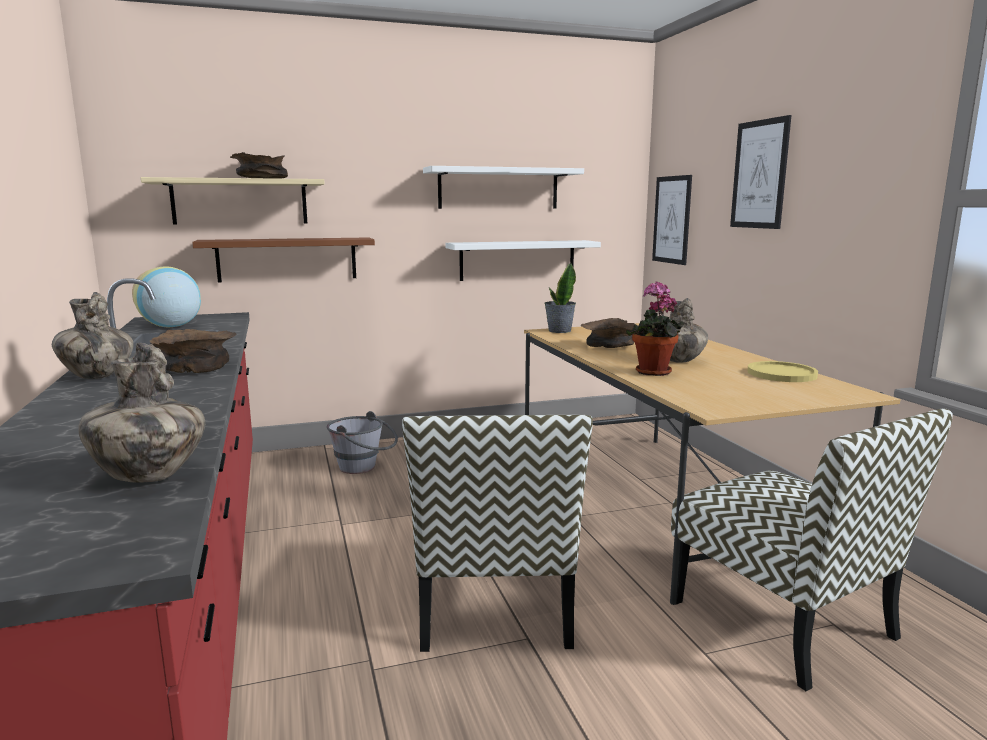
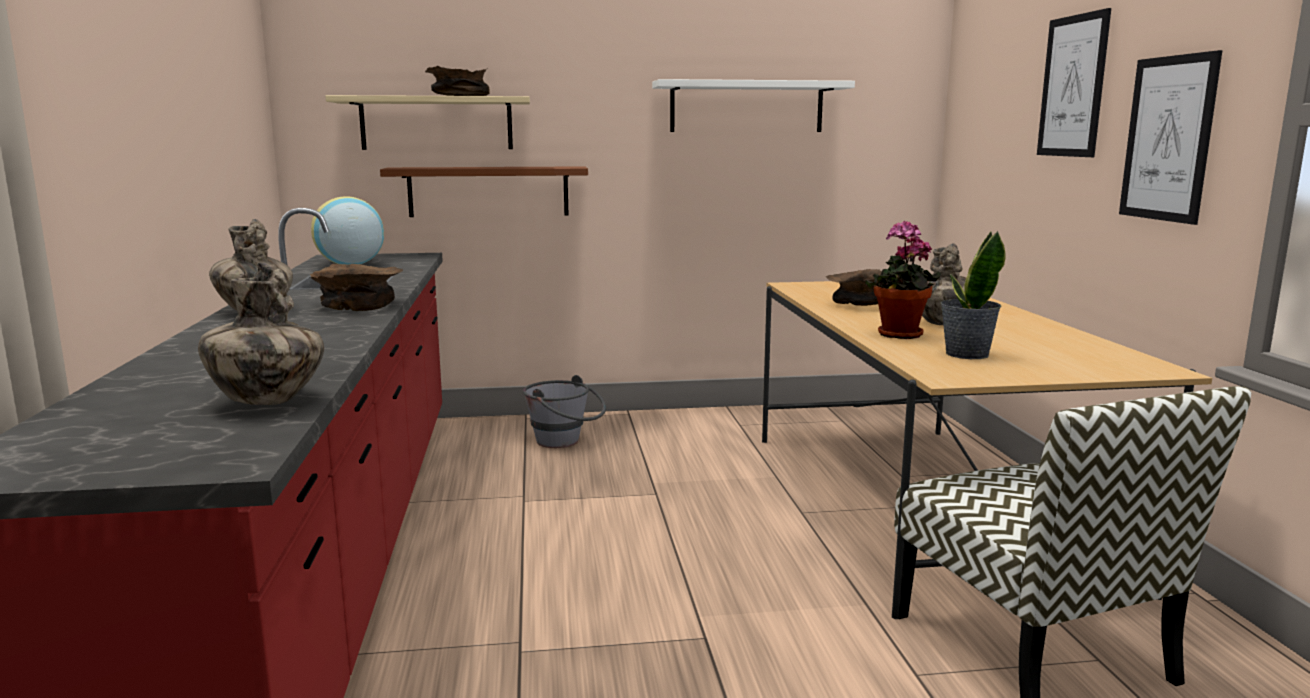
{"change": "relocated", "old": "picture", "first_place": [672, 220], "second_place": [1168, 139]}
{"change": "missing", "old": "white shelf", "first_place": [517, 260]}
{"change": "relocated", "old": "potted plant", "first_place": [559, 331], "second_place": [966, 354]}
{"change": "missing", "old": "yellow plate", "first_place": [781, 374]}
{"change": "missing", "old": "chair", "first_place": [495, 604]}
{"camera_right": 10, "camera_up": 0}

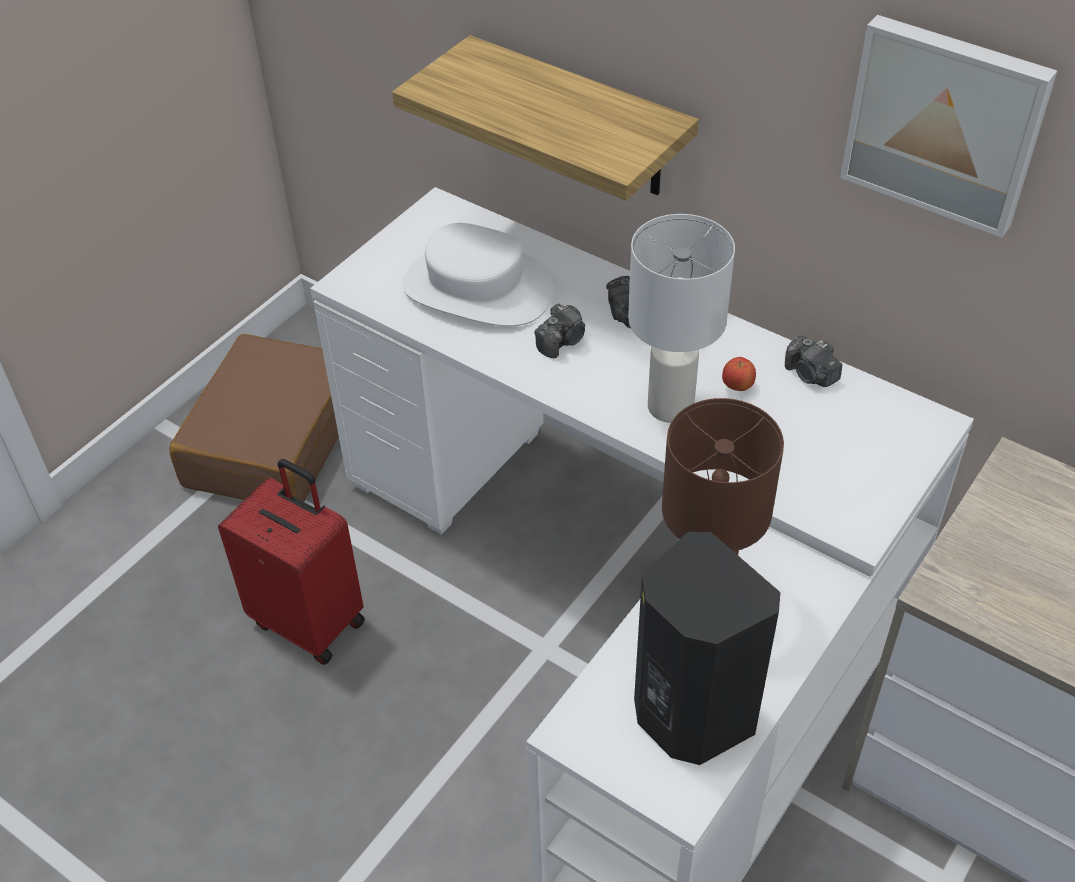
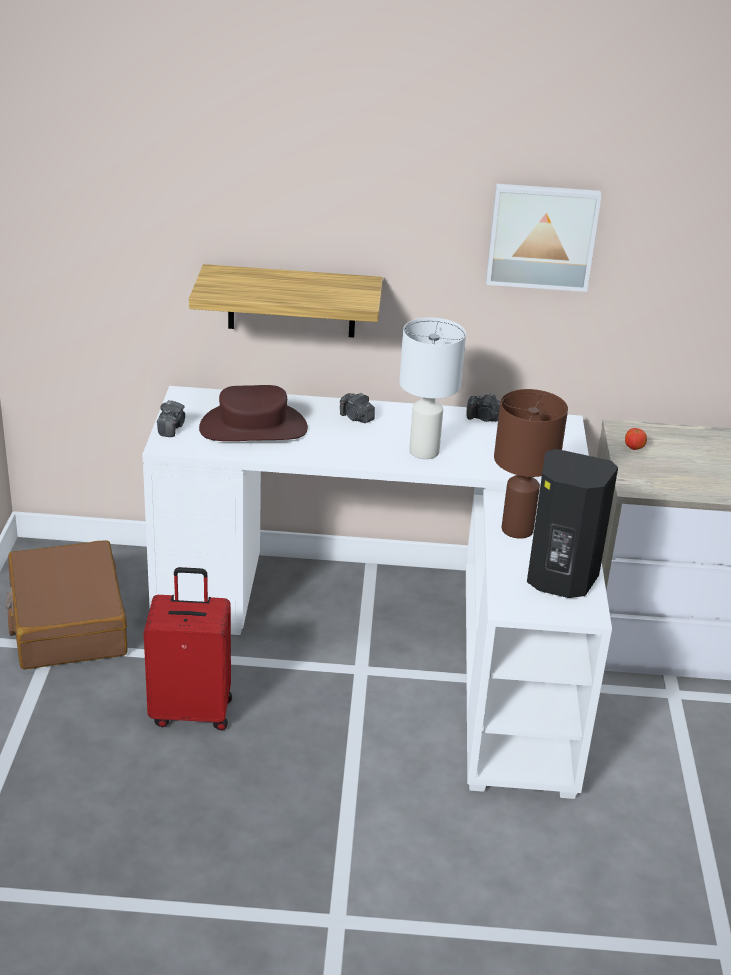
{"change": "colour", "old": "white hat", "new": "brown hat", "first_place": [477, 289], "second_place": [253, 428]}
{"change": "relocated", "old": "photo camera", "first_place": [562, 341], "second_place": [171, 428]}
{"change": "relocated", "old": "apple", "first_place": [737, 386], "second_place": [634, 448]}
{"camera_right": -35, "camera_up": -15}

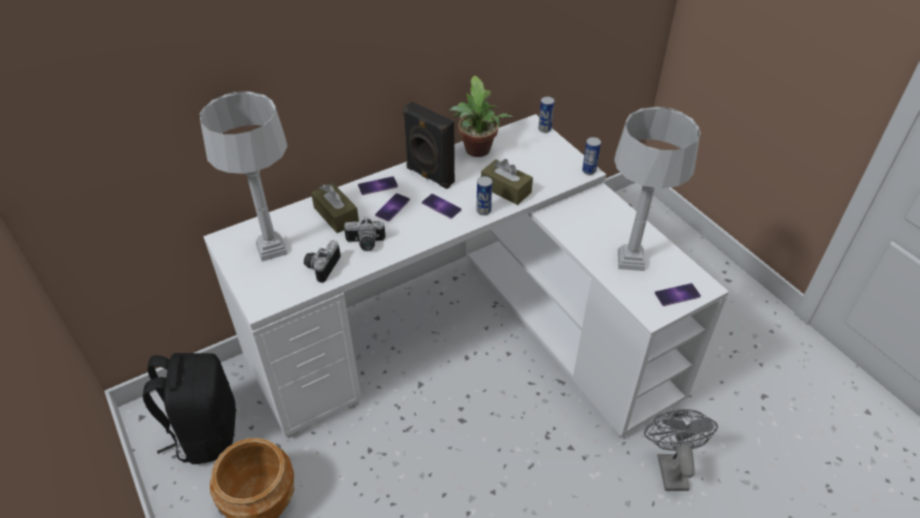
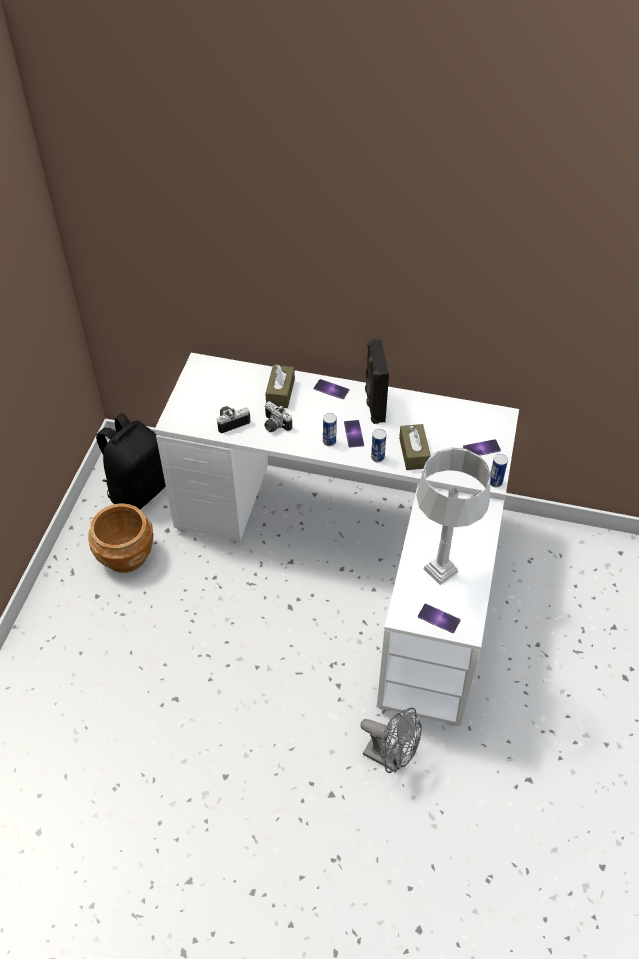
{"change": "missing", "old": "potted plant", "first_place": [478, 152]}
{"change": "missing", "old": "grey table lamp", "first_place": [272, 249]}
{"change": "relocated", "old": "can", "first_place": [544, 129], "second_place": [329, 441]}
{"change": "relocated", "old": "phone", "first_place": [392, 207], "second_place": [481, 448]}
{"change": "spun", "old": "grey fan", "first_place": [670, 466], "second_place": [390, 757], "degrees": 75}
{"camera_right": 45, "camera_up": 5}

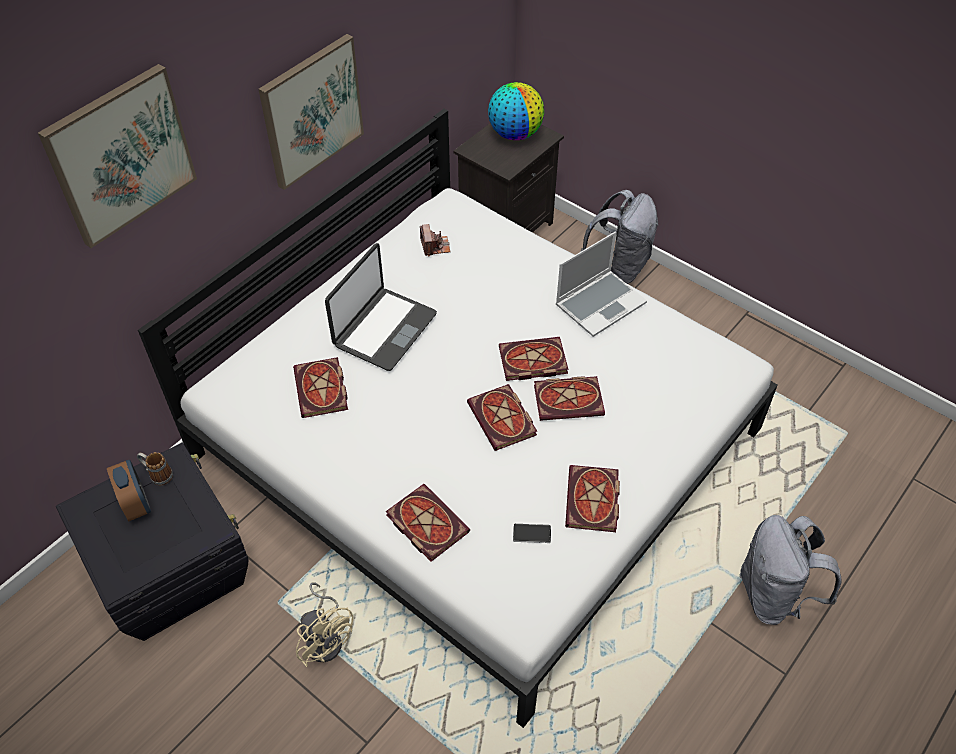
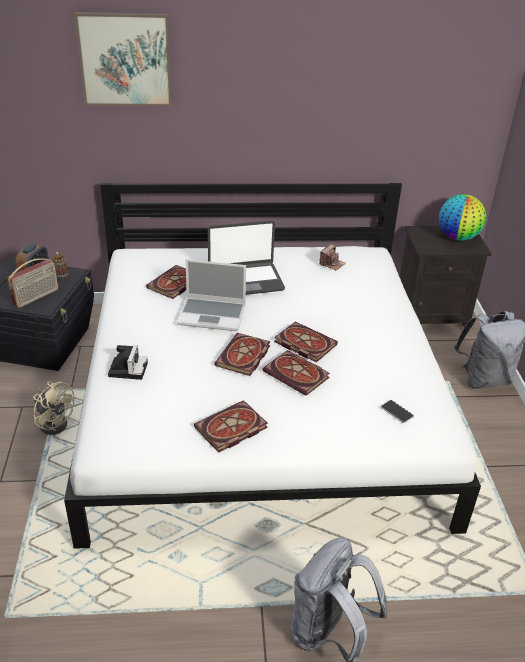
{"change": "missing", "old": "picture", "first_place": [311, 111]}
{"change": "relocated", "old": "laptop", "first_place": [600, 303], "second_place": [213, 315]}
{"change": "exchanged", "old": "book", "new": "photo camera", "first_place": [425, 523], "second_place": [128, 368]}
{"change": "relocated", "old": "phone", "first_place": [531, 534], "second_place": [397, 412]}
{"change": "spun", "old": "beige fan", "first_place": [326, 638], "second_place": [55, 422], "degrees": -60}
{"change": "appeared", "new": "radio", "second_place": [36, 297]}
{"camera_right": 45, "camera_up": -15}

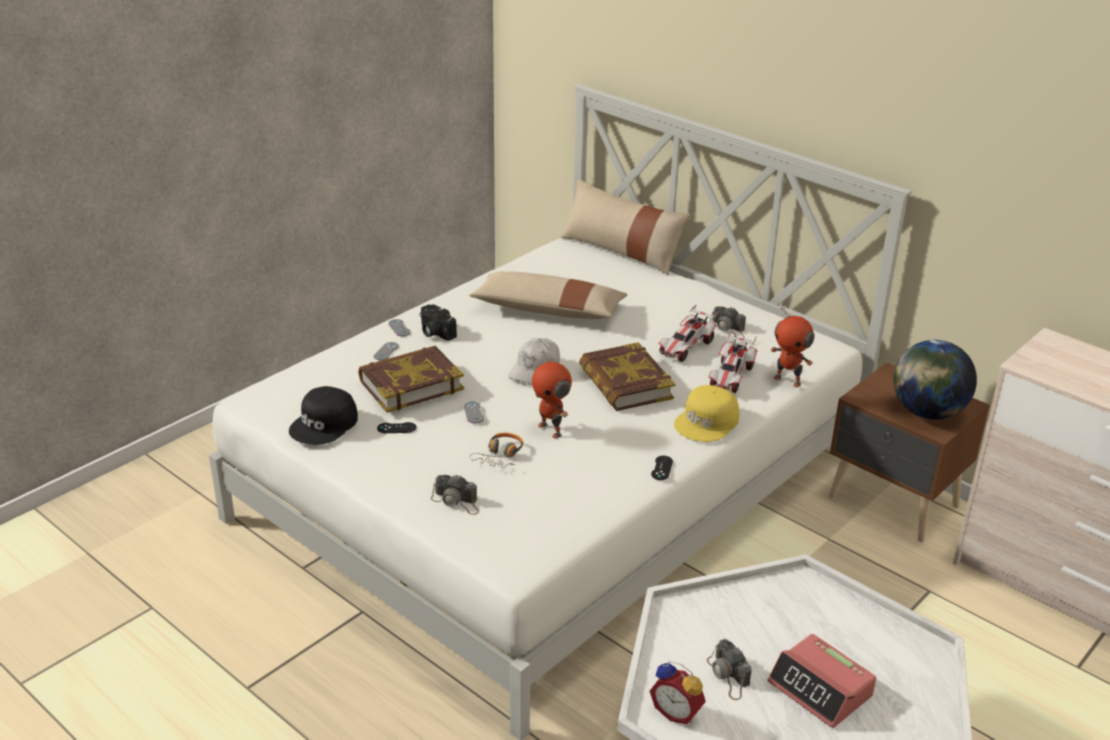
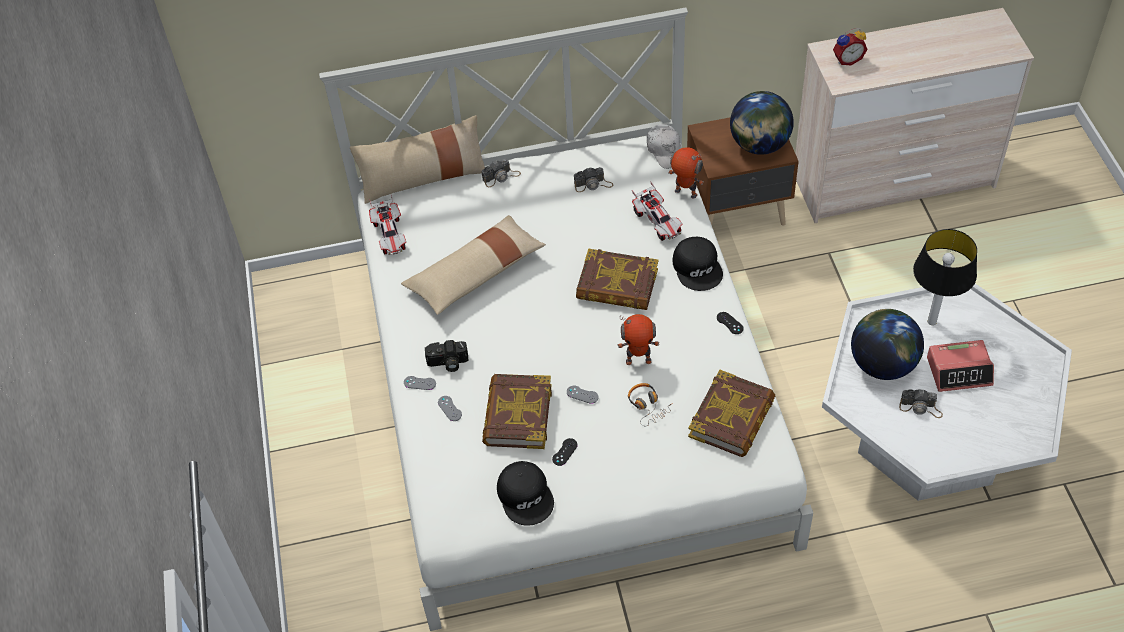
{"change": "relocated", "old": "toy car", "first_place": [686, 348], "second_place": [390, 235]}
{"change": "spun", "old": "toy robot", "first_place": [788, 380], "second_place": [685, 193], "degrees": -135}
{"change": "relocated", "old": "white cap", "first_place": [535, 369], "second_place": [666, 151]}
{"change": "colour", "old": "yellow cap", "new": "black cap", "first_place": [707, 422], "second_place": [698, 267]}
{"change": "relocated", "old": "photo camera", "first_place": [456, 502], "second_place": [501, 177]}
{"change": "relocated", "old": "alarm clock", "first_place": [677, 712], "second_place": [847, 59]}
{"change": "appeared", "new": "table lamp", "second_place": [931, 322]}
{"change": "appeared", "new": "globe", "second_place": [882, 364]}
{"change": "appeared", "new": "book", "second_place": [732, 418]}
{"camera_right": -50, "camera_up": 20}

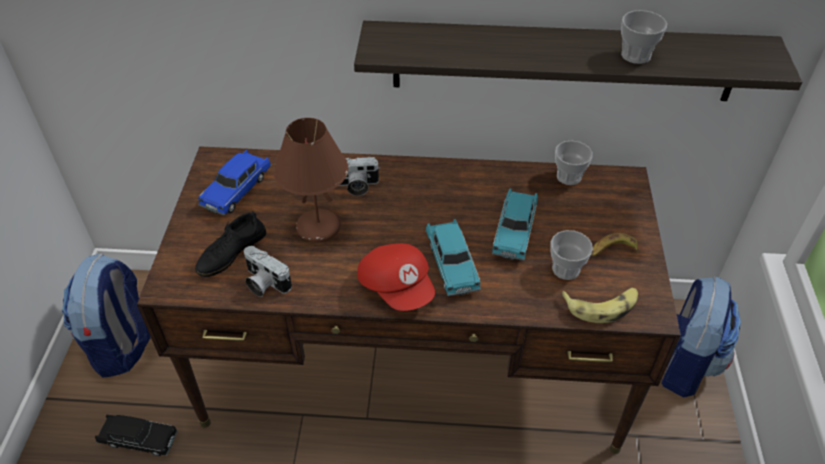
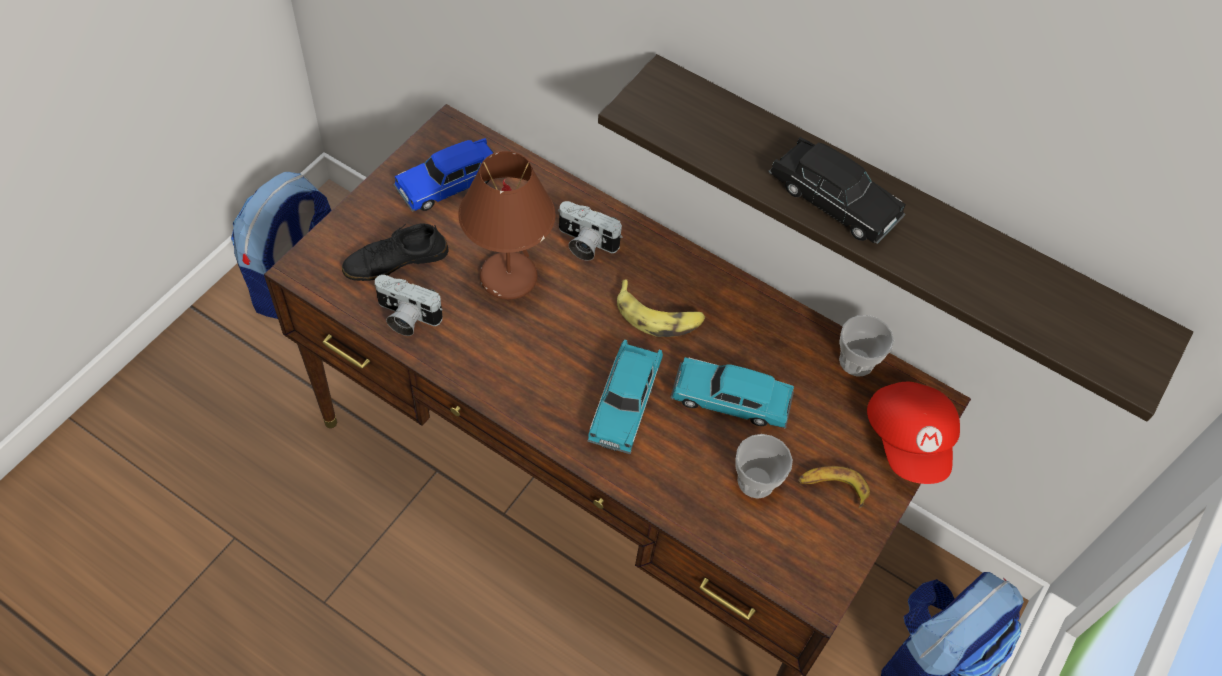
{"change": "missing", "old": "cup", "first_place": [636, 55]}
{"change": "spun", "old": "turquoise toy car", "first_place": [514, 232], "second_place": [730, 401], "degrees": 60}
{"change": "relocated", "old": "red cap", "first_place": [398, 287], "second_place": [909, 440]}
{"change": "spun", "old": "photo camera", "first_place": [264, 283], "second_place": [405, 317], "degrees": -45}
{"change": "relocated", "old": "banana", "first_place": [602, 306], "second_place": [659, 316]}
{"change": "relocated", "old": "black toy car", "first_place": [139, 440], "second_place": [833, 202]}
{"camera_right": 25, "camera_up": 10}

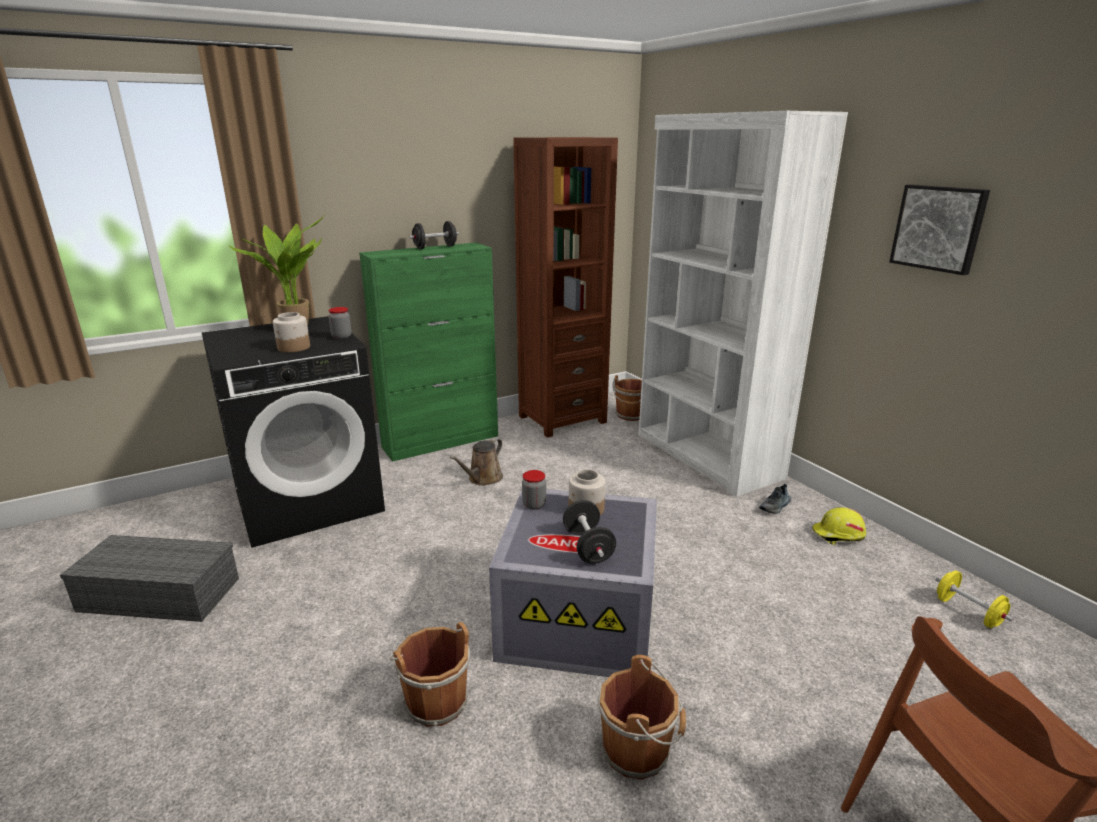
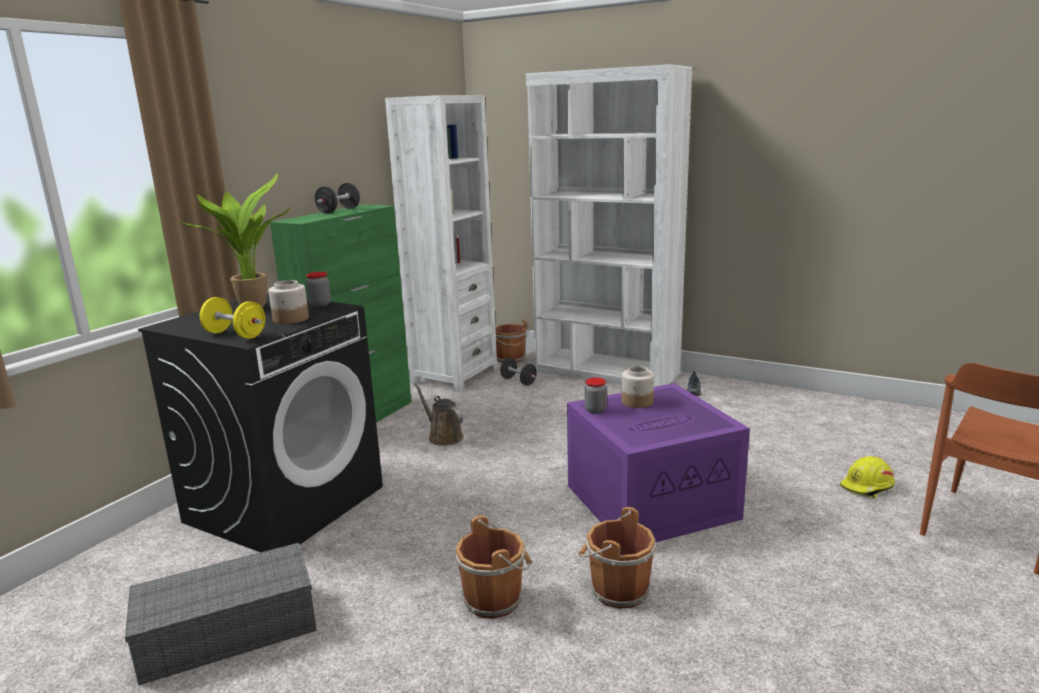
{"change": "colour", "old": "brown bookcase", "new": "white bookcase", "first_place": [562, 419], "second_place": [454, 375]}
{"change": "missing", "old": "picture", "first_place": [939, 228]}
{"change": "spun", "old": "brown watering can", "first_place": [483, 479], "second_place": [443, 437], "degrees": 135}
{"change": "colour", "old": "grey storage box", "new": "purple storage box", "first_place": [580, 618], "second_place": [651, 500]}
{"change": "relocated", "old": "black dumbbell", "first_place": [588, 547], "second_place": [518, 381]}
{"change": "relocated", "old": "yellow hard hat", "first_place": [838, 535], "second_place": [867, 487]}
{"change": "relocated", "old": "yellow dumbbell", "first_place": [968, 612], "second_place": [235, 335]}
{"change": "relocated", "old": "brown bucket", "first_place": [638, 750], "second_place": [495, 599]}
{"camera_right": -30, "camera_up": -5}

